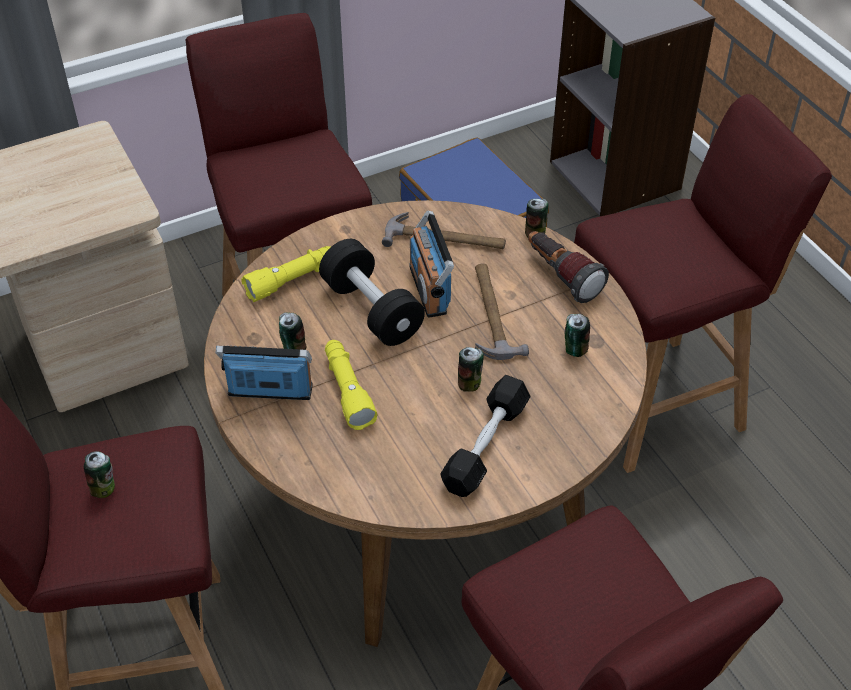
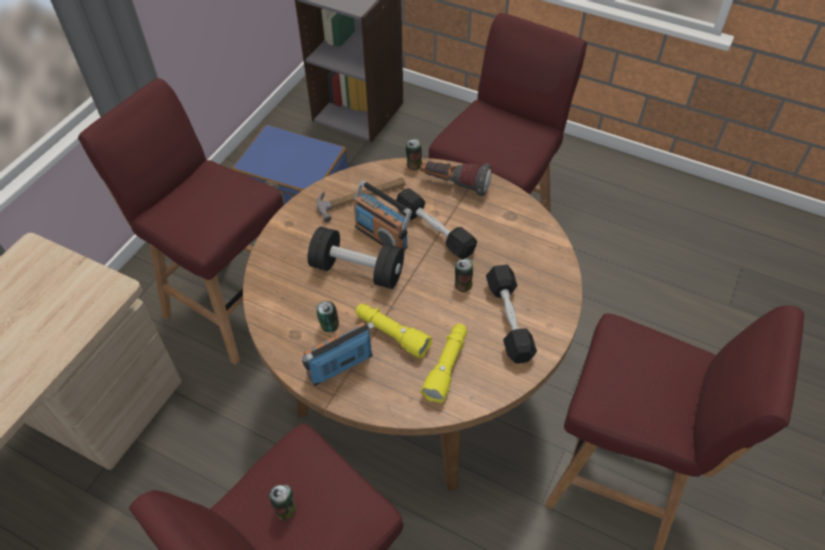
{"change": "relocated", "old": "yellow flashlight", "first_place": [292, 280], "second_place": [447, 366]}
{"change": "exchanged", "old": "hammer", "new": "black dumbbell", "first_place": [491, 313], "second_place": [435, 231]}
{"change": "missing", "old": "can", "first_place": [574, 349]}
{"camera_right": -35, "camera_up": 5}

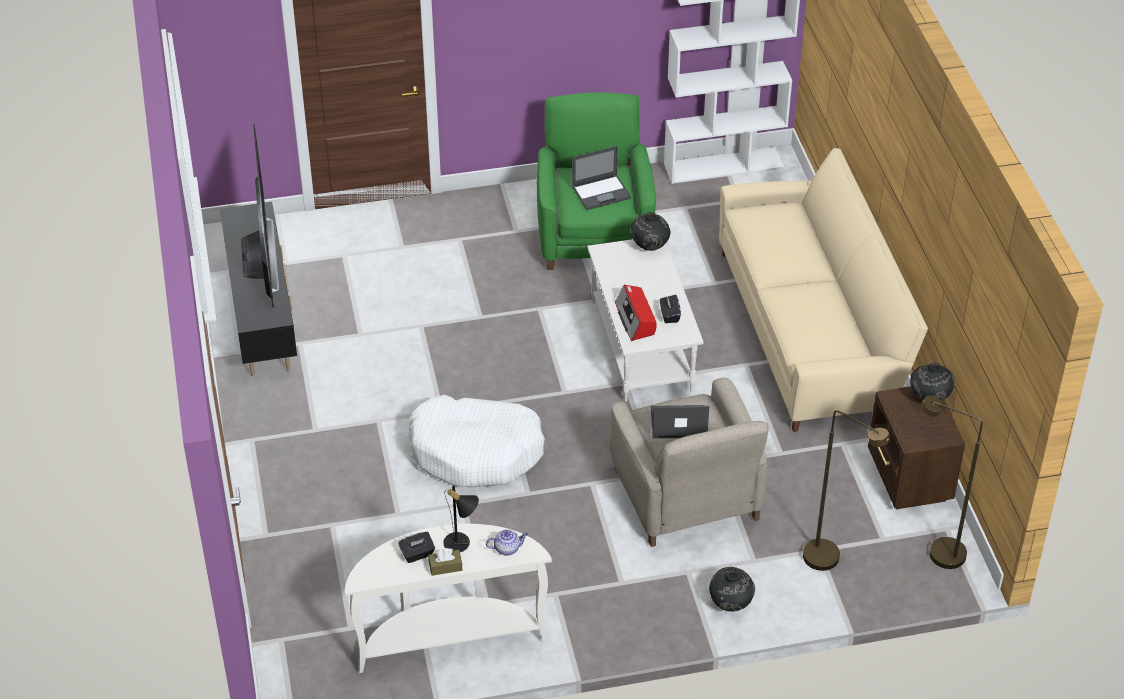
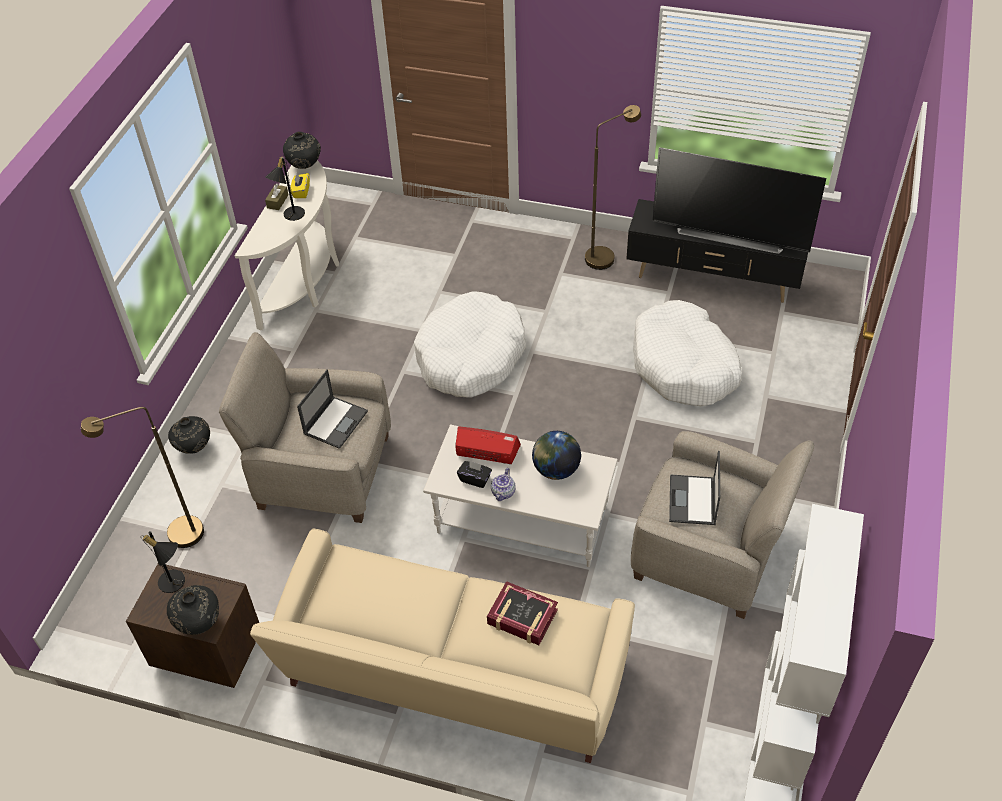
{"change": "colour", "old": "green armchair", "new": "beige armchair", "first_place": [594, 234], "second_place": [710, 553]}
{"change": "relocated", "old": "black vase", "first_place": [649, 247], "second_place": [305, 166]}
{"change": "relocated", "old": "brown floor lamp", "first_place": [937, 552], "second_place": [605, 255]}
{"change": "relocated", "old": "teapot", "first_place": [507, 548], "second_place": [503, 493]}
{"change": "colour", "old": "black tissue box", "new": "yellow tissue box", "first_place": [417, 554], "second_place": [301, 192]}
{"change": "appeared", "new": "white dog bed", "second_place": [684, 365]}
{"change": "appeared", "new": "globe", "second_place": [556, 469]}
{"change": "appeared", "new": "black table lamp", "second_place": [175, 584]}
{"change": "appeared", "new": "book", "second_place": [522, 617]}
{"camera_right": 120, "camera_up": 5}

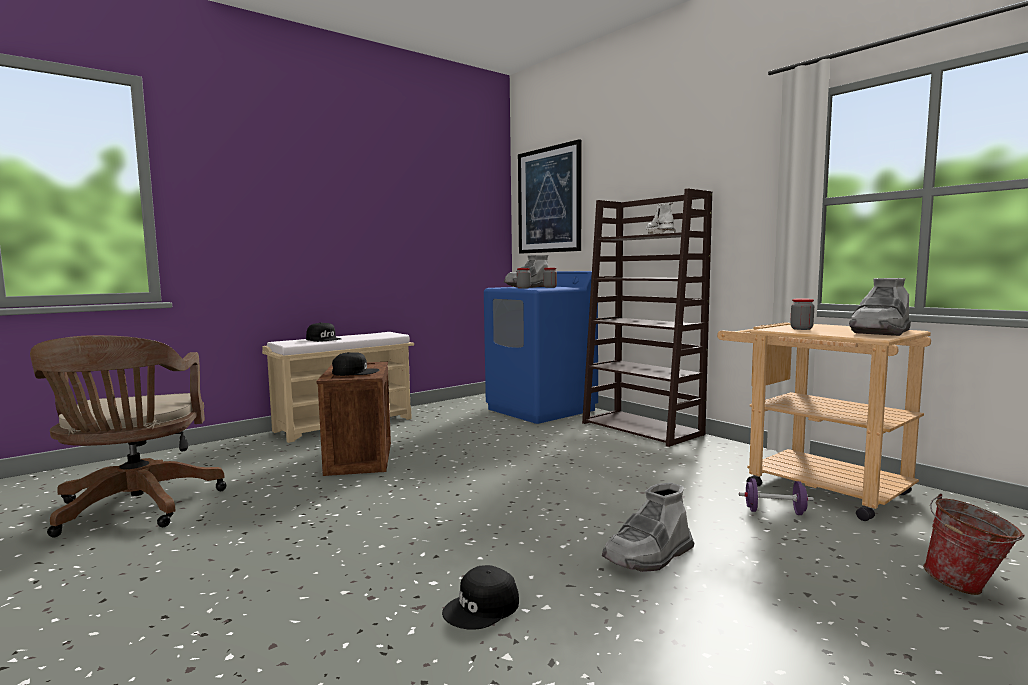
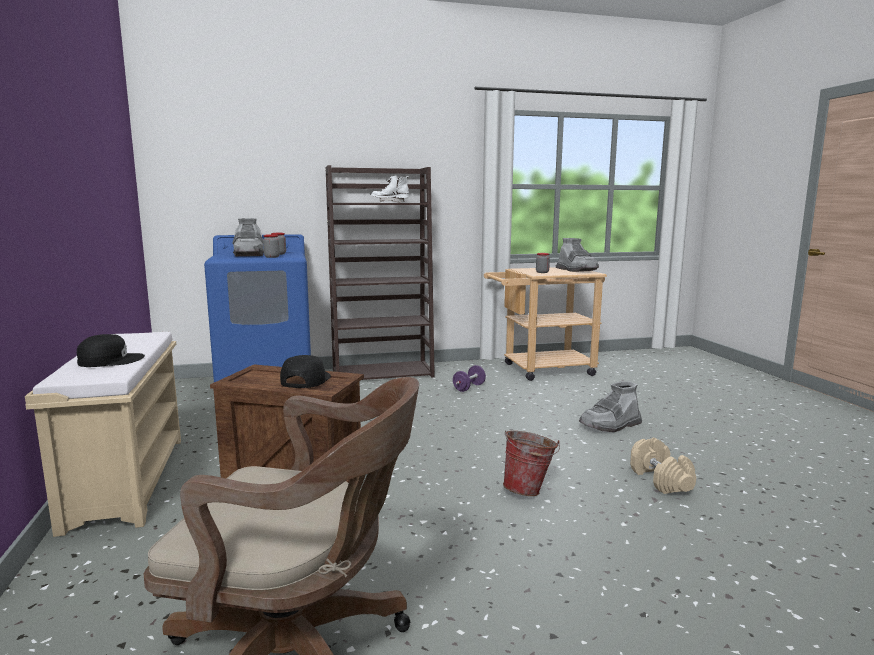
{"change": "missing", "old": "picture", "first_place": [549, 200]}
{"change": "relocated", "old": "purple dumbbell", "first_place": [774, 512], "second_place": [469, 388]}
{"change": "spun", "old": "grey boot", "first_place": [649, 556], "second_place": [610, 425], "degrees": 75}
{"change": "relocated", "old": "bucket", "first_place": [968, 588], "second_place": [529, 490]}
{"change": "exchanged", "old": "black cap", "new": "beige dumbbell", "first_place": [482, 608], "second_place": [661, 480]}
{"camera_right": -65, "camera_up": 5}

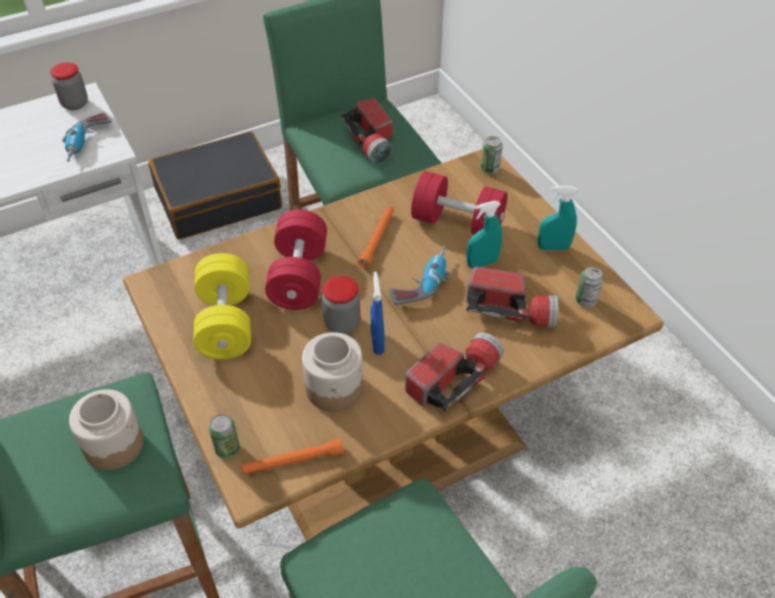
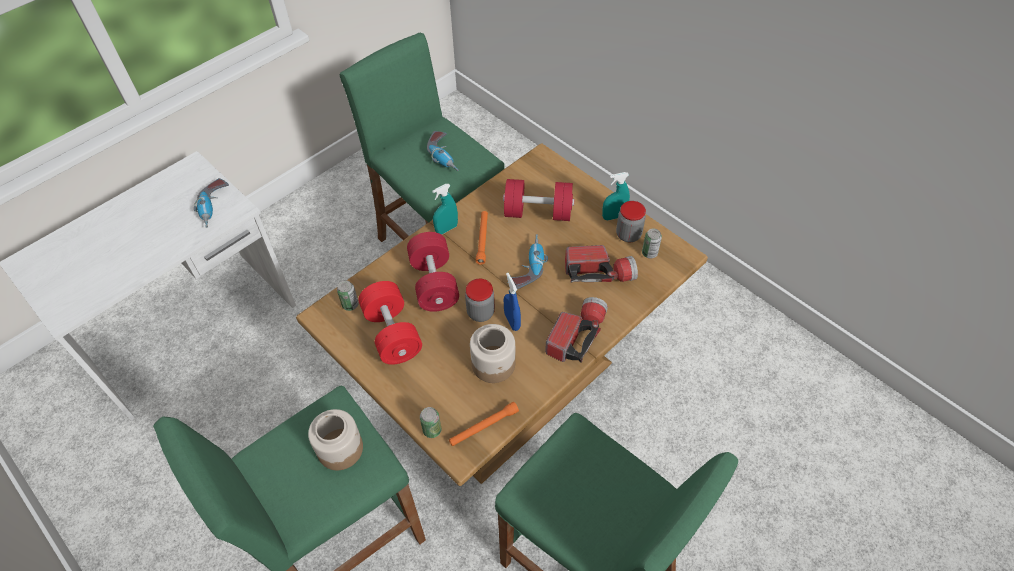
{"change": "relocated", "old": "jar", "first_place": [75, 104], "second_place": [628, 234]}
{"change": "exchanged", "old": "flashlight", "new": "power drill", "first_place": [371, 141], "second_place": [445, 156]}
{"change": "missing", "old": "black suitcase", "first_place": [218, 198]}
{"change": "relocated", "old": "can", "first_place": [490, 169], "second_place": [350, 304]}
{"change": "relocated", "old": "turquoise spray bottle", "first_place": [482, 263], "second_place": [446, 229]}
{"change": "colour", "old": "yellow dumbbell", "new": "red dumbbell", "first_place": [226, 323], "second_place": [392, 333]}
{"camera_right": -15, "camera_up": 5}

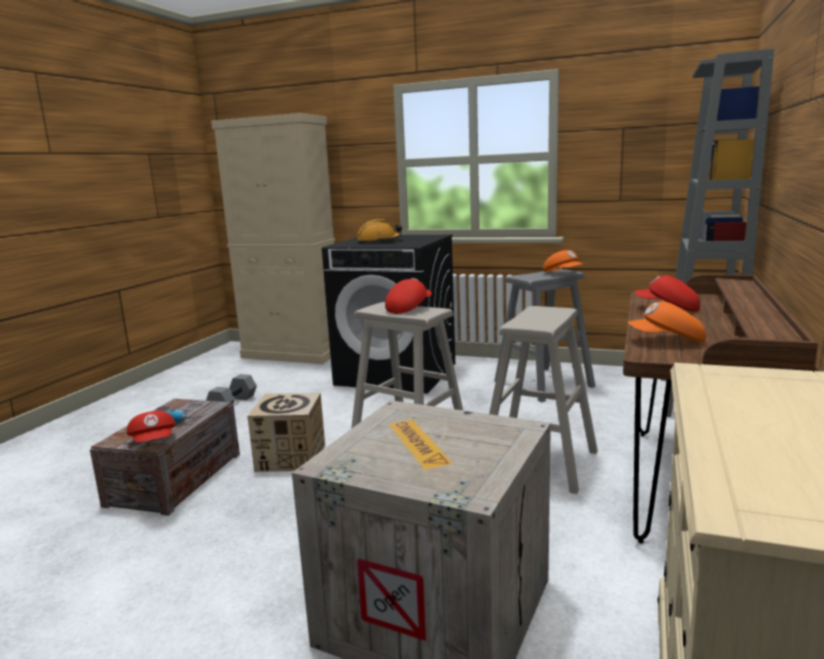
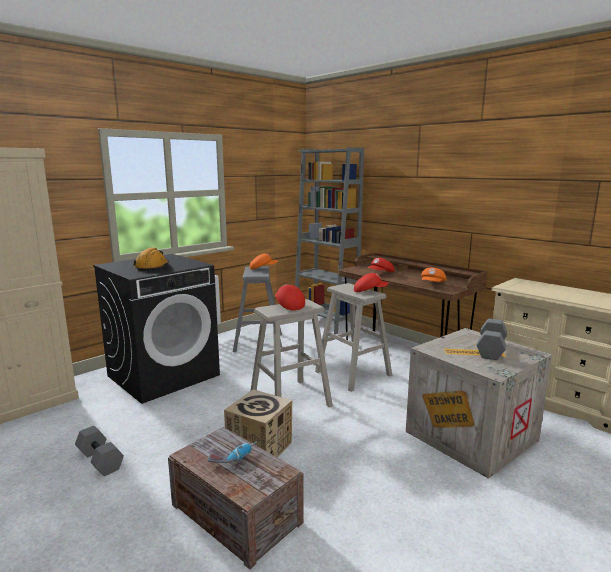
{"change": "relocated", "old": "red cap", "first_place": [154, 442], "second_place": [369, 291]}
{"change": "appeared", "new": "grey dumbbell", "second_place": [492, 349]}
{"camera_right": -65, "camera_up": 0}

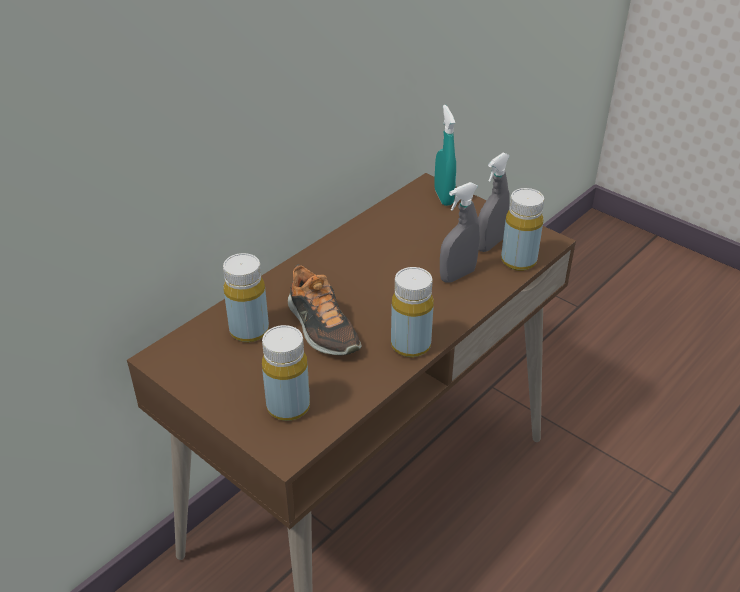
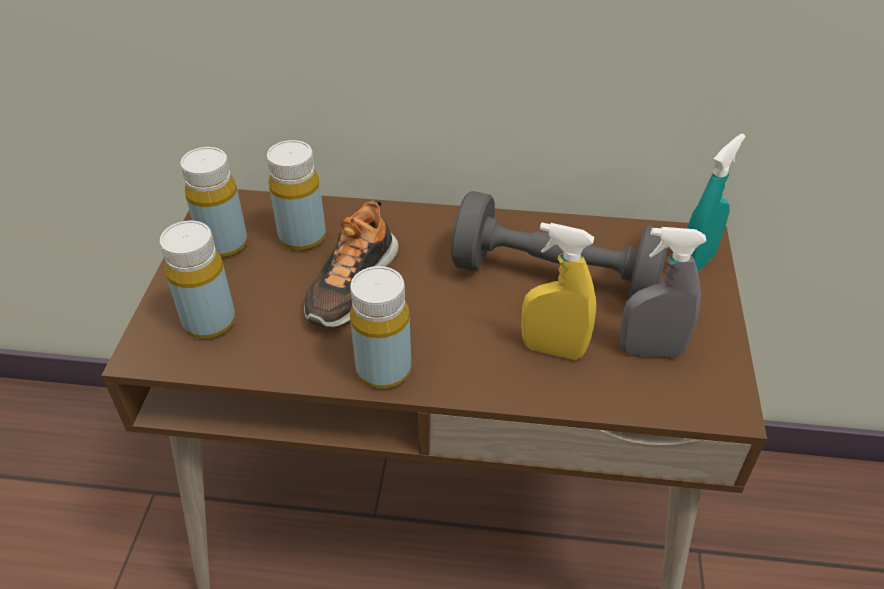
{"change": "colour", "old": "grey spray bottle", "new": "yellow spray bottle", "first_place": [457, 275], "second_place": [553, 349]}
{"change": "relocated", "old": "yellow bottle", "first_place": [518, 261], "second_place": [224, 244]}
{"change": "appeared", "new": "grey dumbbell", "second_place": [555, 277]}
{"camera_right": 55, "camera_up": 5}

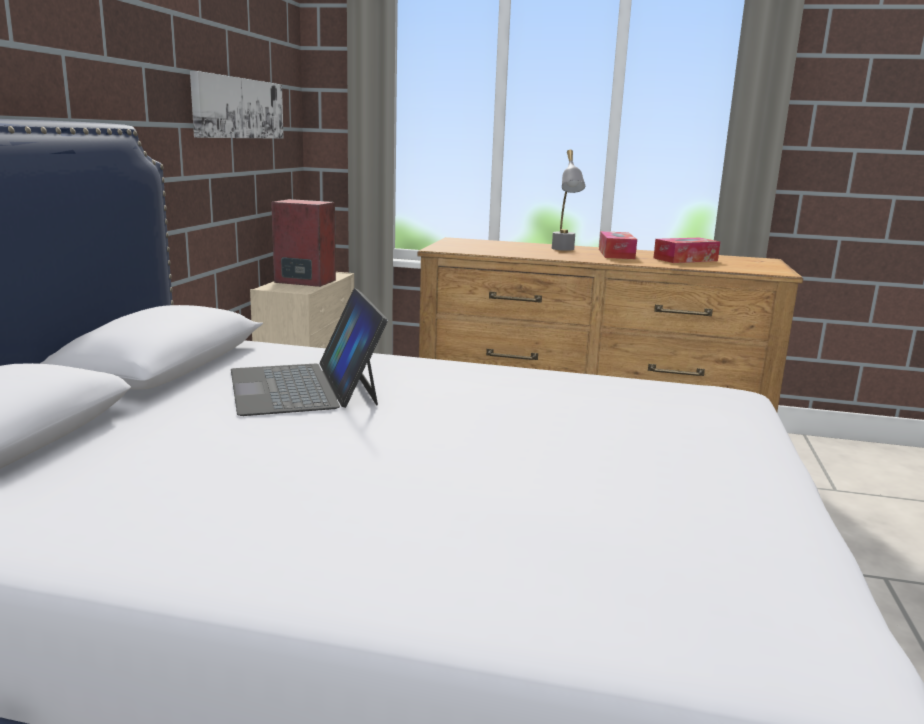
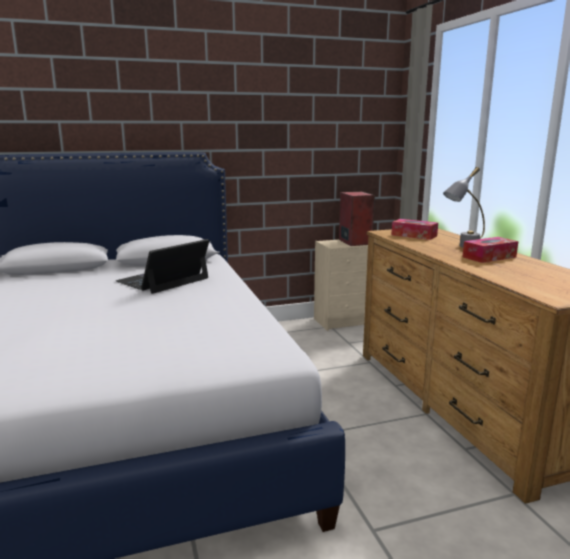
{"change": "missing", "old": "picture", "first_place": [238, 108]}
{"change": "relocated", "old": "tissue box", "first_place": [685, 259], "second_place": [414, 235]}
{"camera_right": 60, "camera_up": 0}

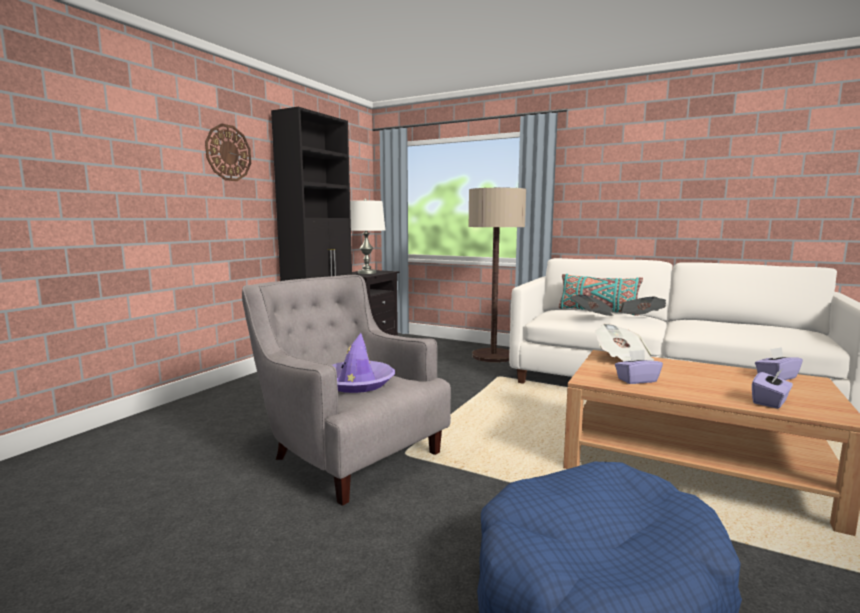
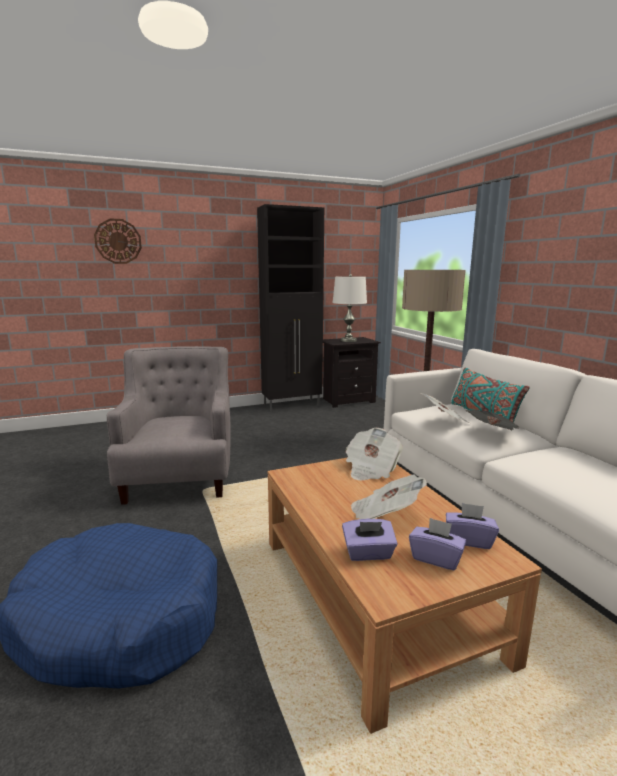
{"change": "relocated", "old": "wall clock", "first_place": [228, 153], "second_place": [118, 241]}
{"change": "missing", "old": "purple hat", "first_place": [357, 383]}
{"change": "relocated", "old": "purple tissue box", "first_place": [636, 380], "second_place": [436, 558]}
{"change": "appeared", "new": "newspaper", "second_place": [384, 515]}
{"camera_right": 40, "camera_up": 5}

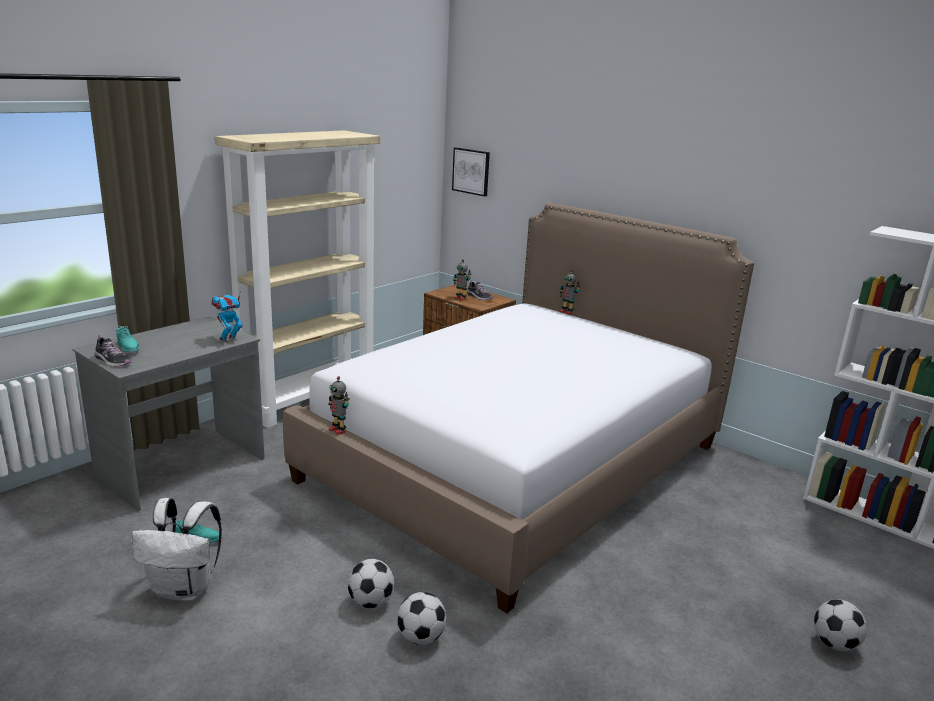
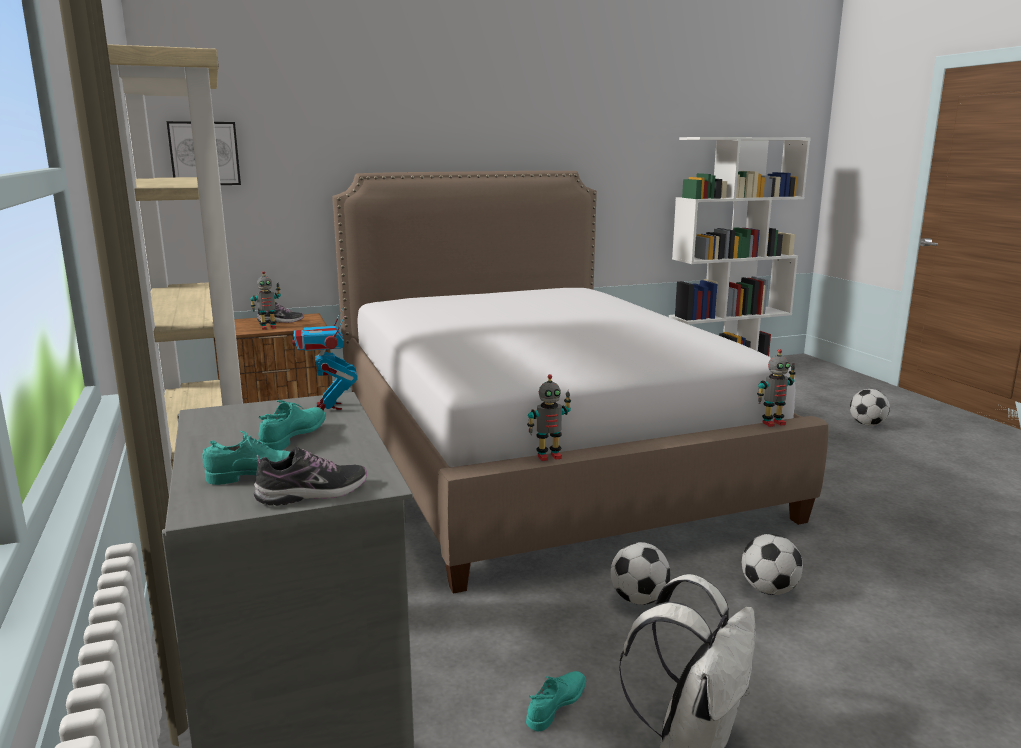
{"change": "relocated", "old": "toy robot", "first_place": [566, 312], "second_place": [772, 423]}
{"change": "relocated", "old": "football", "first_place": [421, 637], "second_place": [638, 599]}
{"change": "appeared", "new": "turquoise shoe", "second_place": [293, 437]}
{"camera_right": -60, "camera_up": -5}

